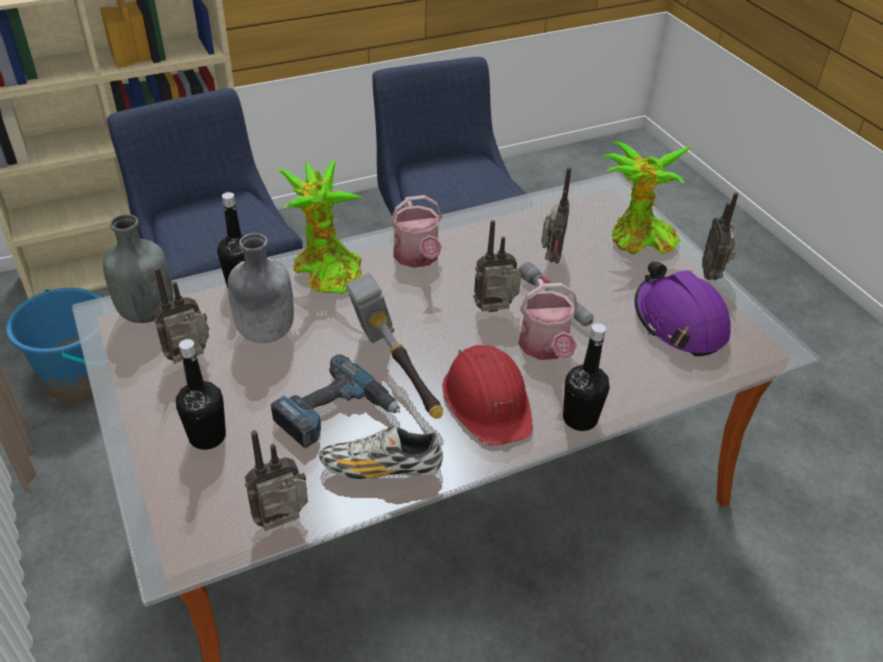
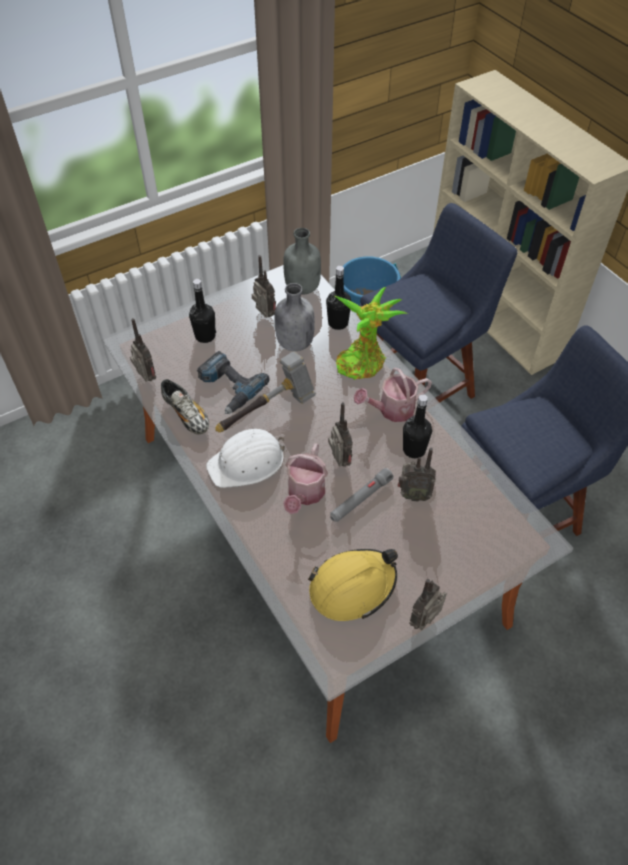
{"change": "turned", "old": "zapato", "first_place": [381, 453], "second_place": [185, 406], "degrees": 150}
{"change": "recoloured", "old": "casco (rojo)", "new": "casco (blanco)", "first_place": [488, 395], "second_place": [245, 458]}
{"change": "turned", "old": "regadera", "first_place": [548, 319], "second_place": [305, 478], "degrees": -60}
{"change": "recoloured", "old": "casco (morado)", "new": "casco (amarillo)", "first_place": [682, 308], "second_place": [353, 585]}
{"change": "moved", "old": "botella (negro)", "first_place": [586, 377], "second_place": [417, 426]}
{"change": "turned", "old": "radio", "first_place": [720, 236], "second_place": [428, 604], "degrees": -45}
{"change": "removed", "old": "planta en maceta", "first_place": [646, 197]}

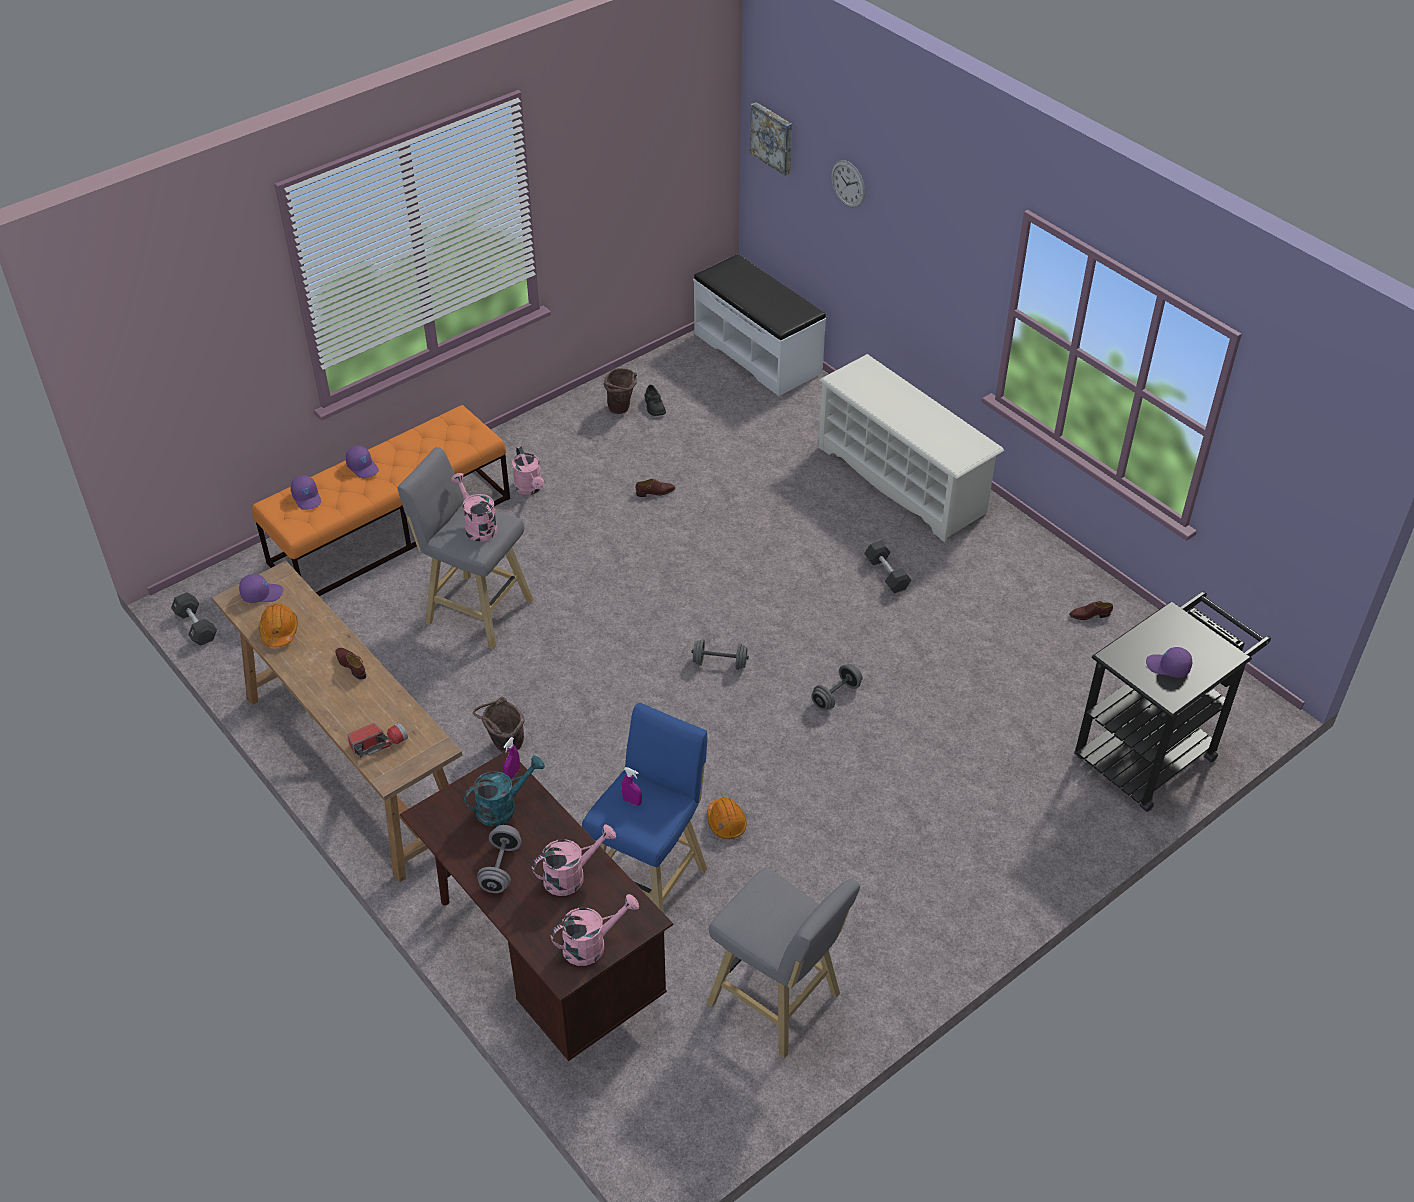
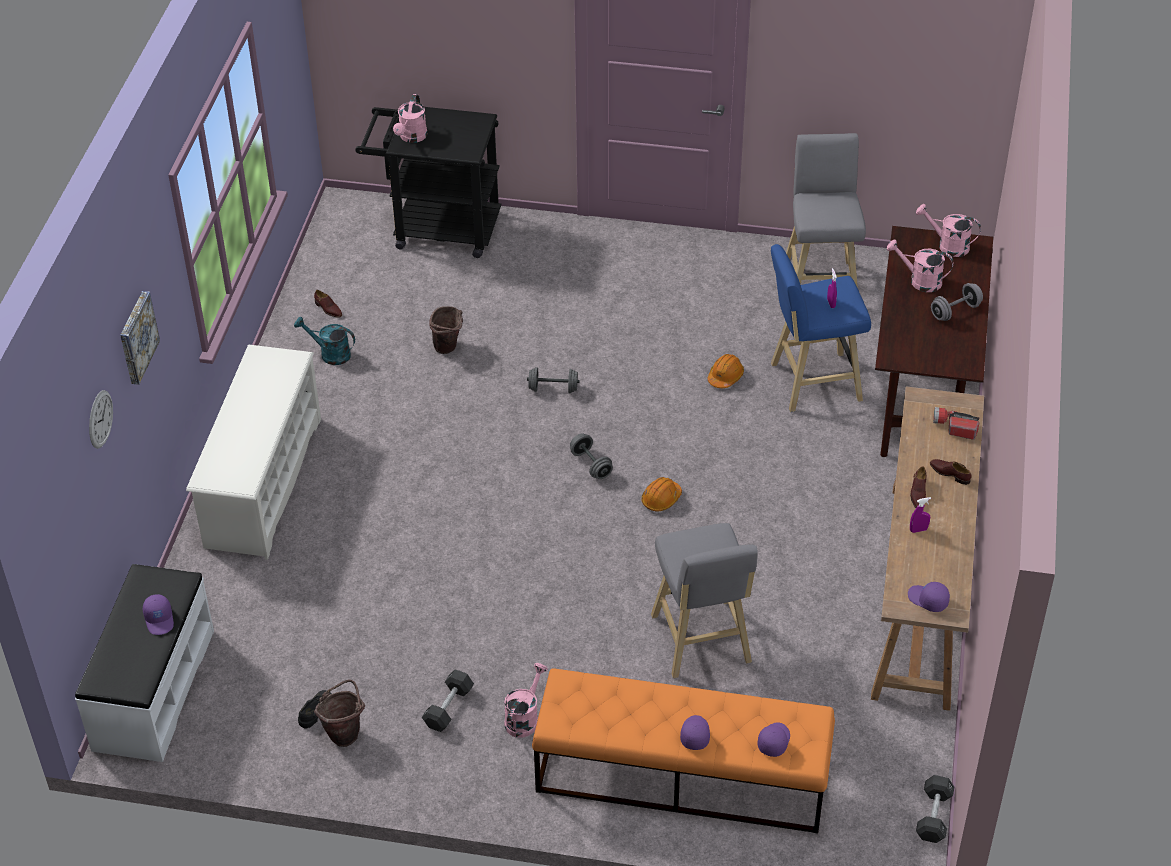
{"change": "moved", "old": "cuadro", "first_place": [771, 139], "second_place": [140, 338]}
{"change": "moved", "old": "gorra (morado)", "first_place": [1169, 662], "second_place": [158, 614]}
{"change": "moved", "old": "regadera (turquesa)", "first_place": [504, 790], "second_place": [324, 341]}
{"change": "moved", "old": "regadera (rosa)", "first_place": [474, 507], "second_place": [410, 118]}
{"change": "moved", "old": "mancuerna (negro)", "first_place": [888, 566], "second_place": [448, 700]}
{"change": "moved", "old": "cubo (marrón)", "first_place": [498, 725], "second_place": [446, 330]}
{"change": "moved", "old": "casco (naranja)", "first_place": [278, 625], "second_place": [662, 494]}
{"change": "moved", "old": "pulverizador (morado)", "first_place": [512, 758], "second_place": [920, 515]}
{"change": "moved", "old": "zapato (marrón)", "first_place": [655, 488], "second_place": [950, 472]}

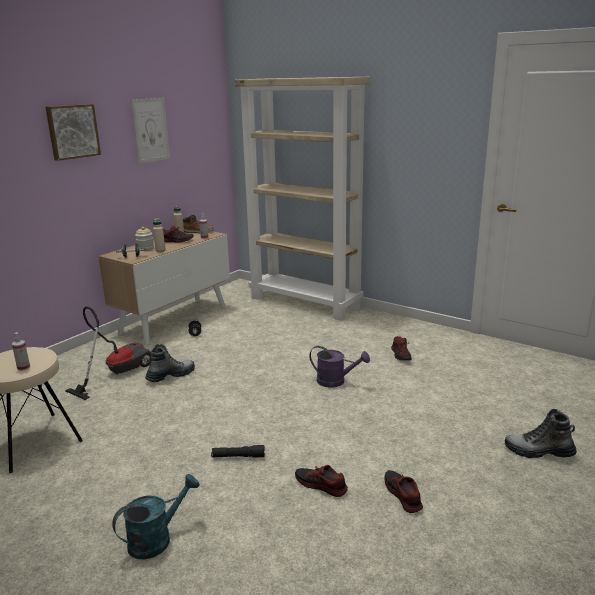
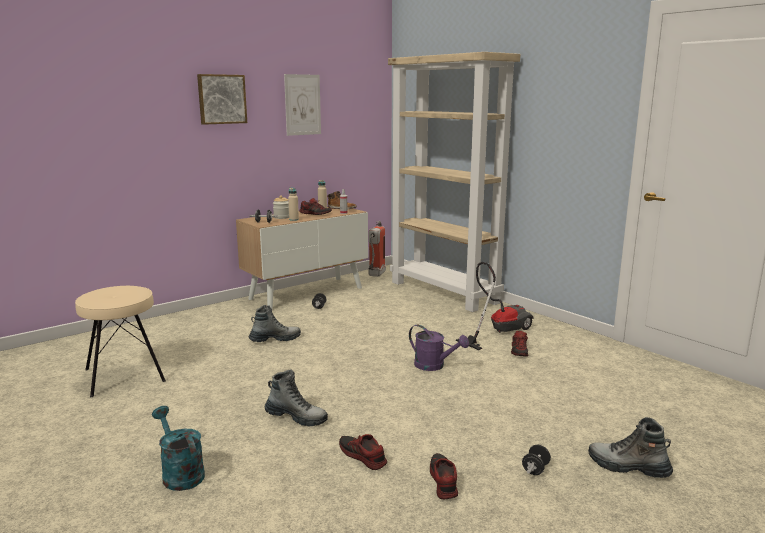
{"change": "turned", "old": "regadera (turquesa)", "first_place": [156, 516], "second_place": [178, 448], "degrees": -105}
{"change": "replaced", "old": "linterna (negro)", "new": "bota", "first_place": [238, 451], "second_place": [296, 398]}
{"change": "added", "new": "extintor", "second_place": [377, 249]}
{"change": "moved", "old": "aspiradora", "first_place": [108, 353], "second_place": [494, 306]}
{"change": "added", "new": "mancuerna (negro)", "second_place": [536, 460]}
{"change": "removed", "old": "pulverizador", "first_place": [21, 351]}

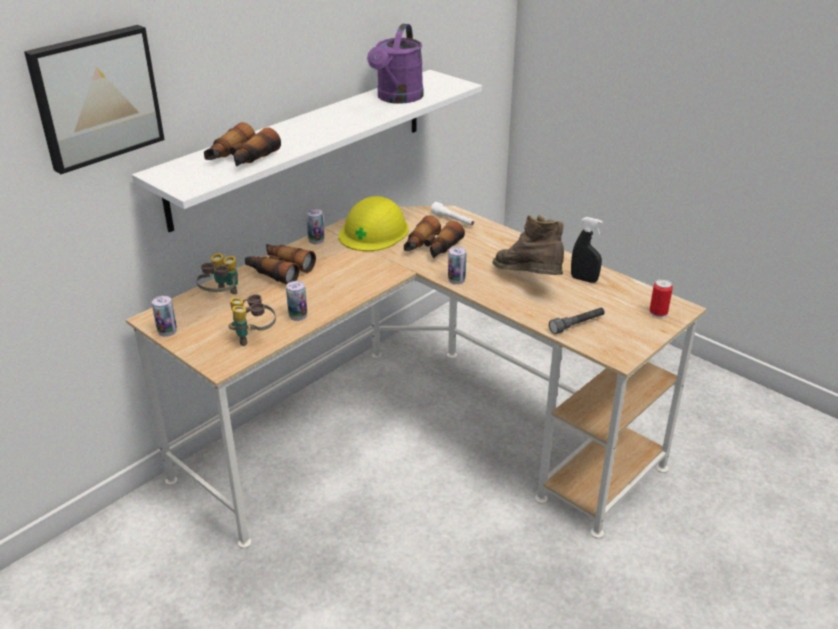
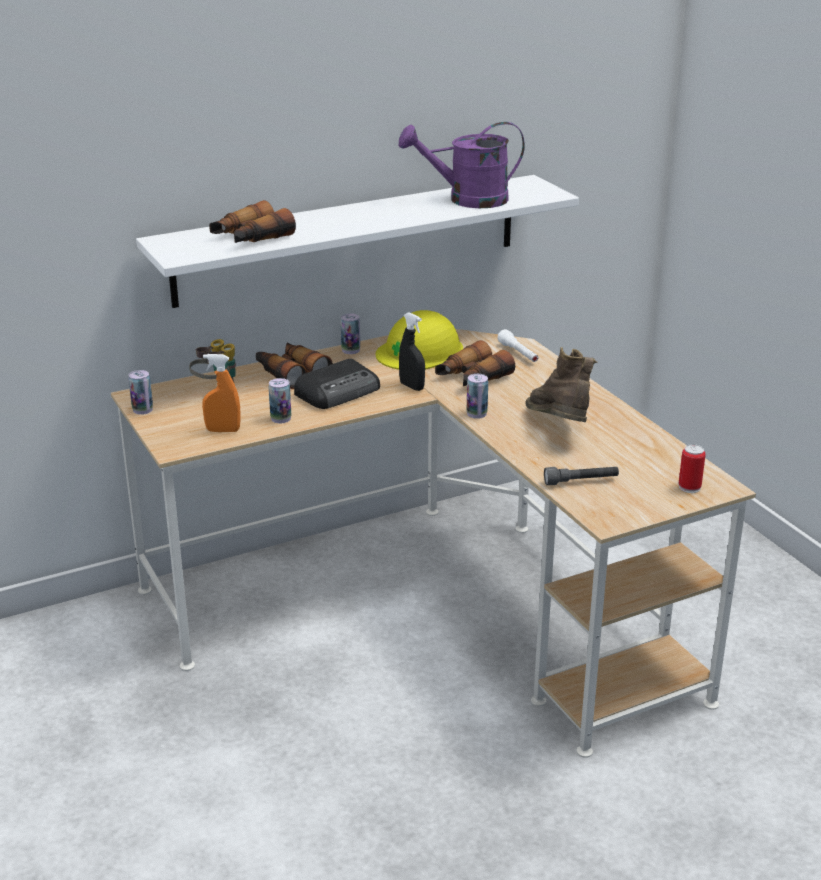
{"change": "replaced", "old": "prismáticos", "new": "pulverizador (naranja)", "first_place": [252, 320], "second_place": [221, 393]}
{"change": "added", "new": "radio", "second_place": [337, 384]}
{"change": "turned", "old": "regadera (morado)", "first_place": [395, 64], "second_place": [462, 165], "degrees": 45}
{"change": "moved", "old": "pulverizador (negro)", "first_place": [587, 250], "second_place": [412, 351]}
{"change": "removed", "old": "cuadro", "first_place": [94, 99]}

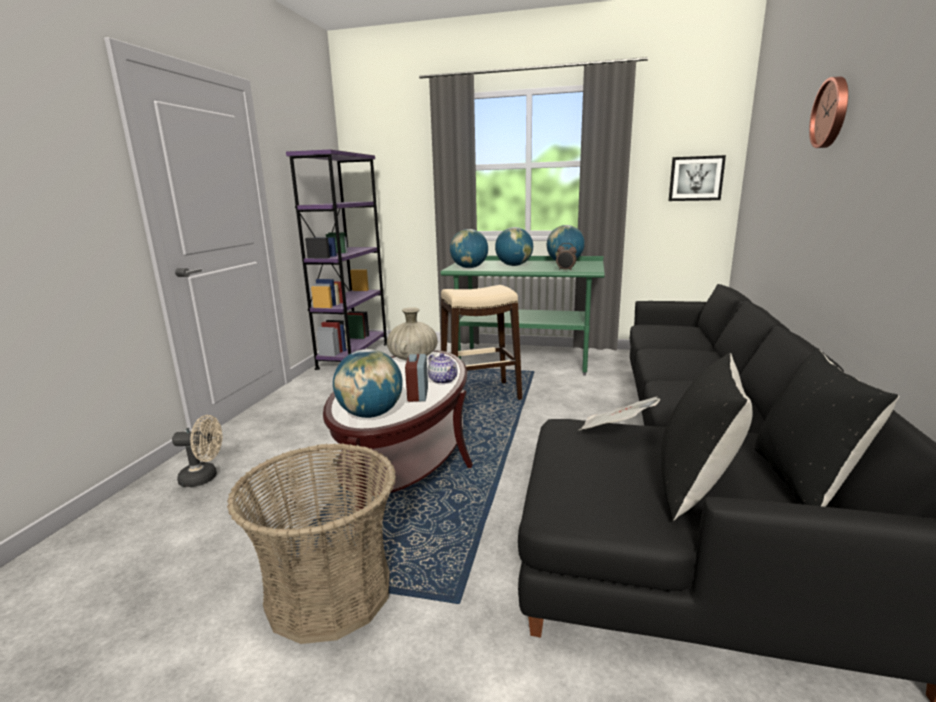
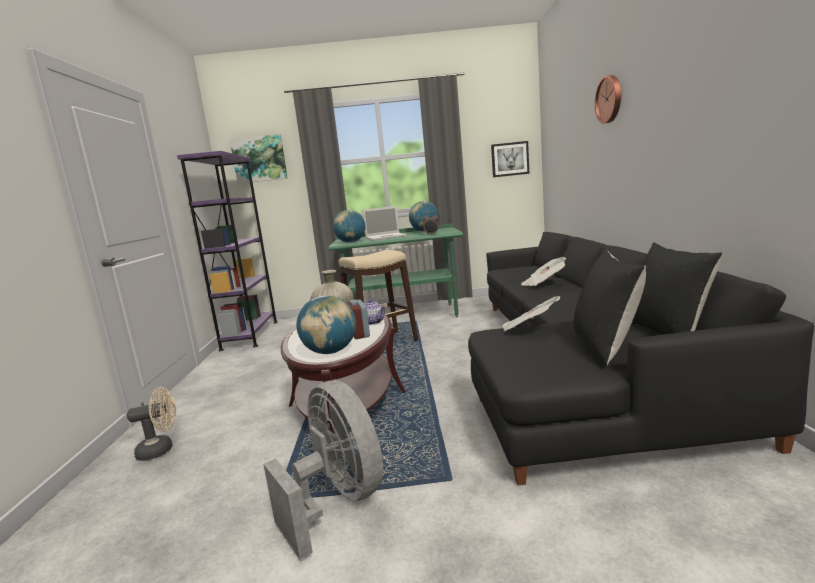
{"change": "added", "new": "cuadro", "second_place": [259, 159]}
{"change": "replaced", "old": "cesta", "new": "ventilador (gris)", "first_place": [311, 543], "second_place": [323, 470]}
{"change": "replaced", "old": "globo terráqueo", "new": "portátil", "first_place": [514, 246], "second_place": [384, 223]}
{"change": "added", "new": "periódico", "second_place": [543, 271]}

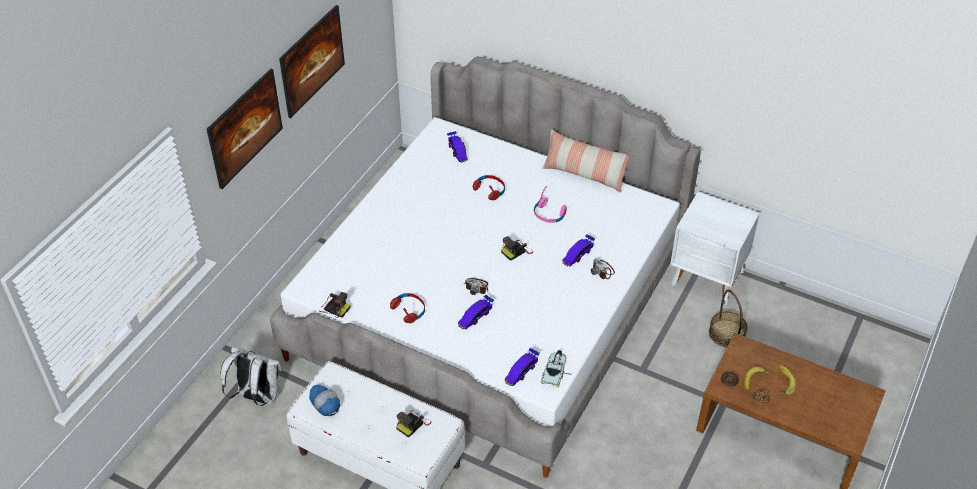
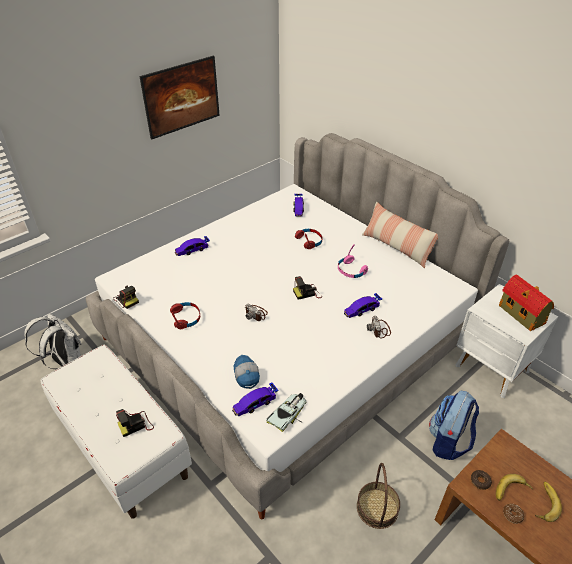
{"change": "moved", "old": "coche de juguete", "first_place": [476, 312], "second_place": [192, 246]}
{"change": "moved", "old": "gorra", "first_place": [324, 400], "second_place": [246, 372]}
{"change": "moved", "old": "cesta", "first_place": [728, 318], "second_place": [378, 496]}
{"change": "added", "new": "mochila", "second_place": [454, 425]}
{"change": "added", "new": "casita", "second_place": [526, 302]}
{"change": "removed", "old": "cuadro", "first_place": [245, 129]}

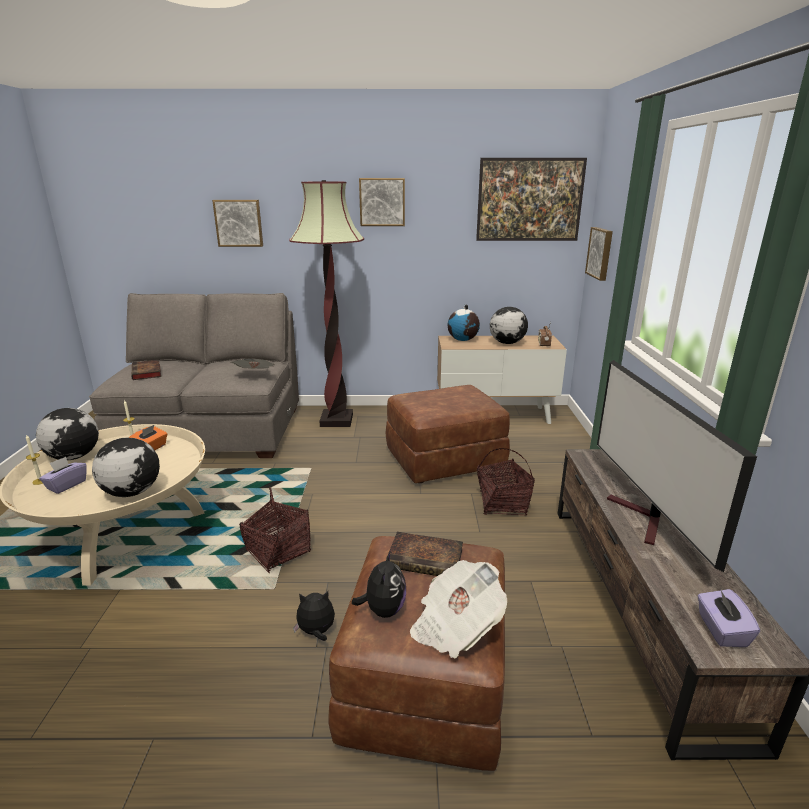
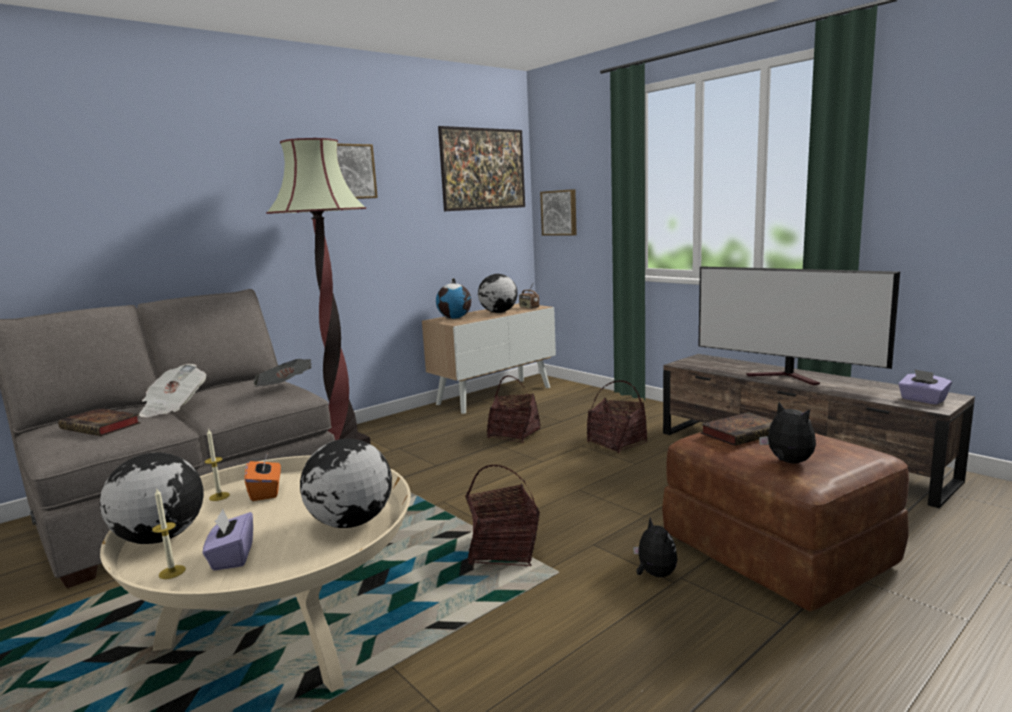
{"change": "moved", "old": "periódico", "first_place": [458, 609], "second_place": [172, 390]}
{"change": "replaced", "old": "puf (marrón)", "new": "cesta", "first_place": [447, 434], "second_place": [514, 409]}
{"change": "turned", "old": "peluche", "first_place": [314, 616], "second_place": [655, 547], "degrees": 120}
{"change": "removed", "old": "cuadro", "first_place": [237, 223]}

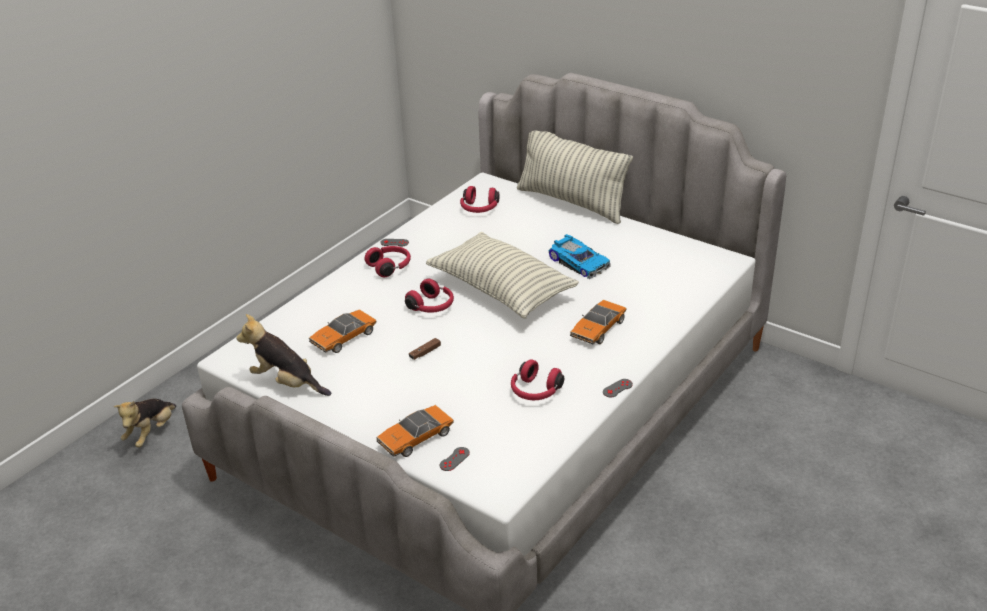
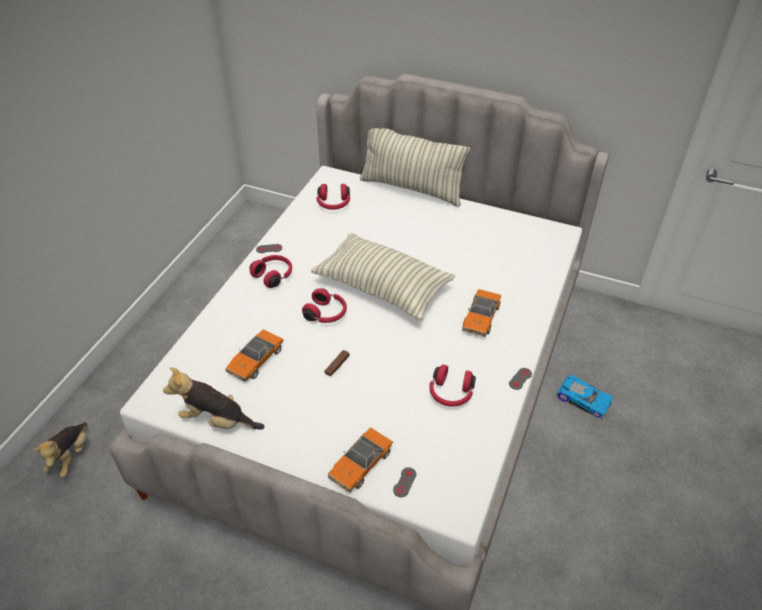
{"change": "moved", "old": "coche de juguete", "first_place": [580, 256], "second_place": [585, 397]}

